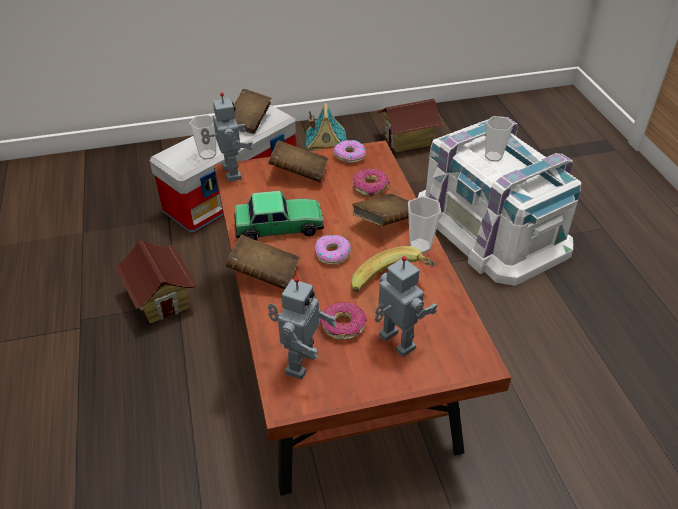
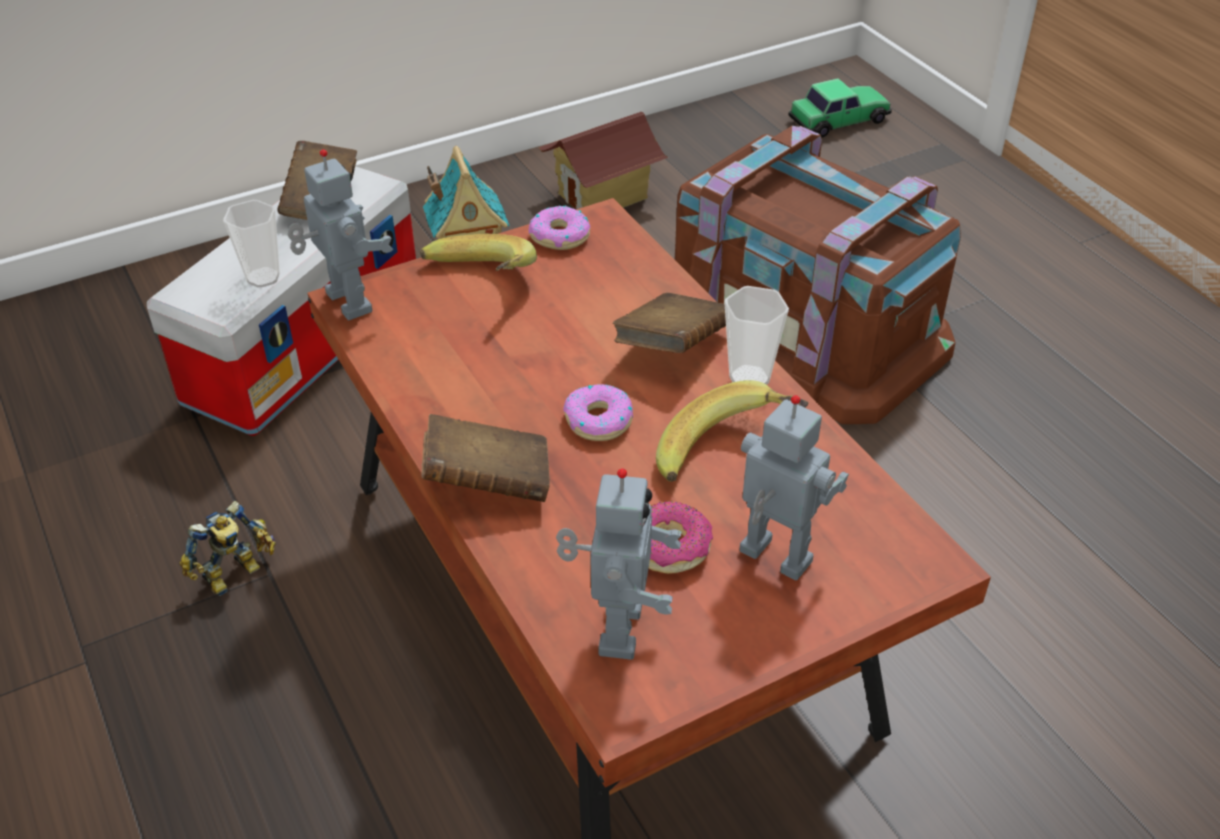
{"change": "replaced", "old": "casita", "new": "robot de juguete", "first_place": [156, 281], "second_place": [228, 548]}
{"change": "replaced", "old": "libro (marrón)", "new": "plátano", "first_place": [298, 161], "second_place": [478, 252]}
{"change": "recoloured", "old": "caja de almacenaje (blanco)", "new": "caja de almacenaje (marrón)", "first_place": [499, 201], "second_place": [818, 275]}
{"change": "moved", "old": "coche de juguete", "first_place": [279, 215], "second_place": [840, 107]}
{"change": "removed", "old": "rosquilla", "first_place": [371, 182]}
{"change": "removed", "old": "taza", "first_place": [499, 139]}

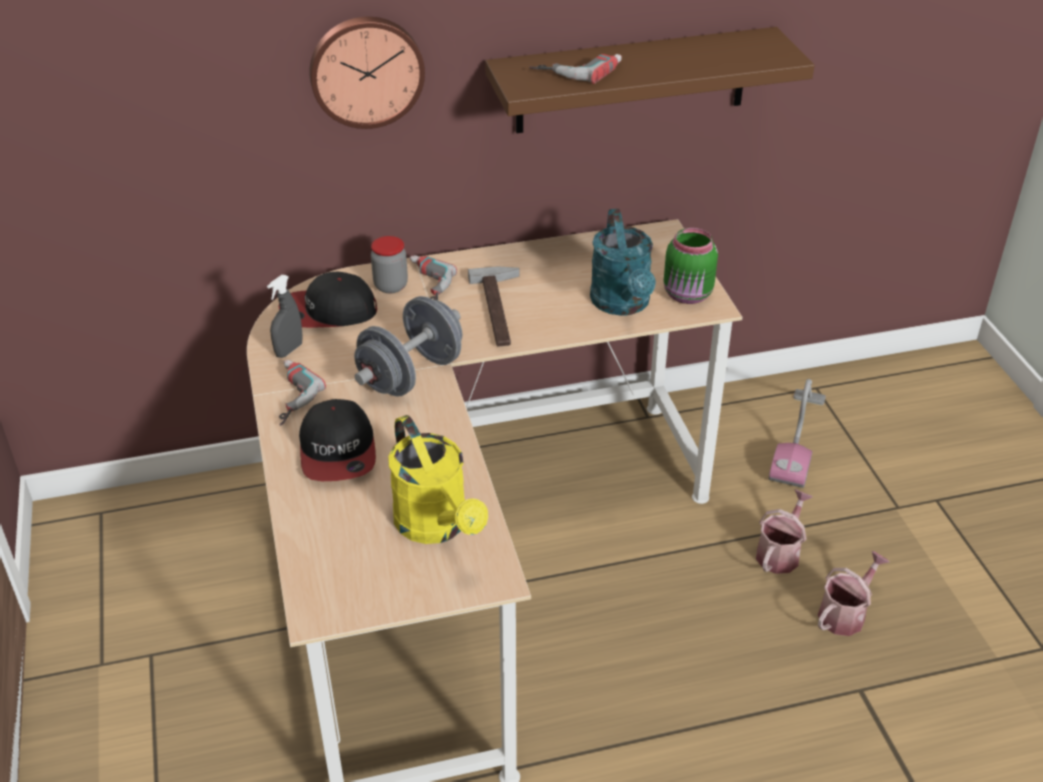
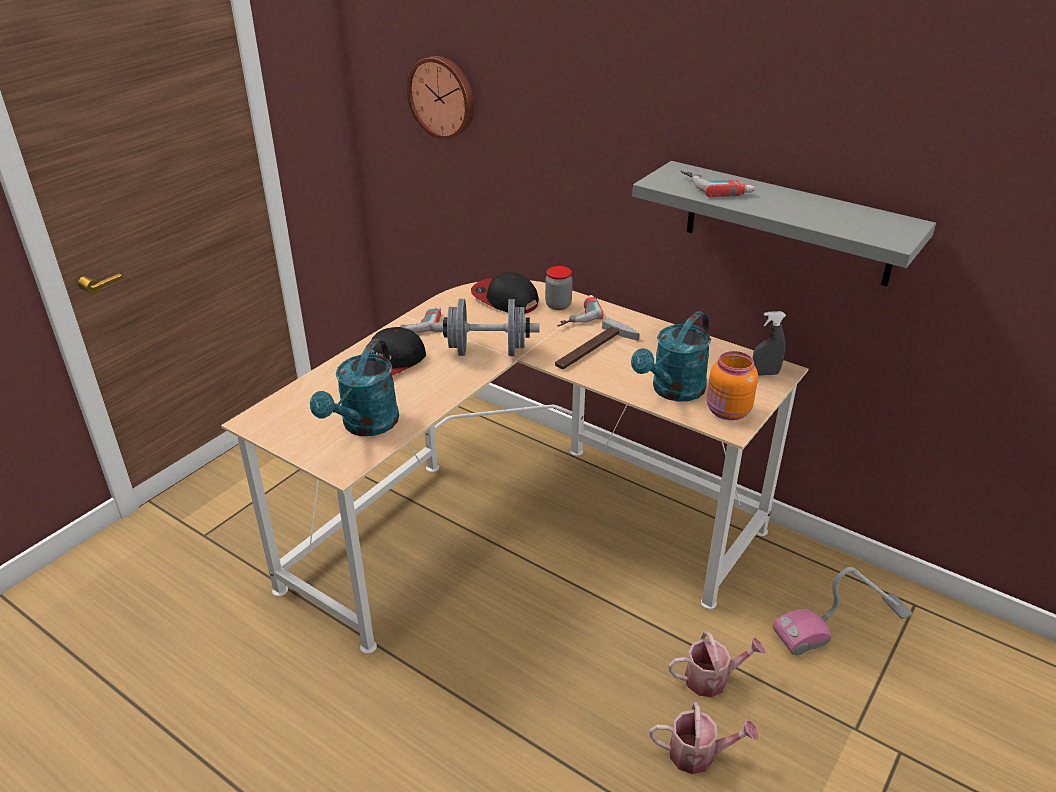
{"change": "recoloured", "old": "regadera (amarillo)", "new": "regadera (turquesa)", "first_place": [438, 479], "second_place": [354, 387]}
{"change": "moved", "old": "reloj de pared", "first_place": [367, 72], "second_place": [440, 98]}
{"change": "recoloured", "old": "estante (marrón)", "new": "estante (gris)", "first_place": [650, 80], "second_place": [784, 224]}
{"change": "recoloured", "old": "tarro (verde)", "new": "tarro (naranja)", "first_place": [691, 266], "second_place": [732, 385]}
{"change": "moved", "old": "pulverizador (gris)", "first_place": [285, 316], "second_place": [769, 343]}

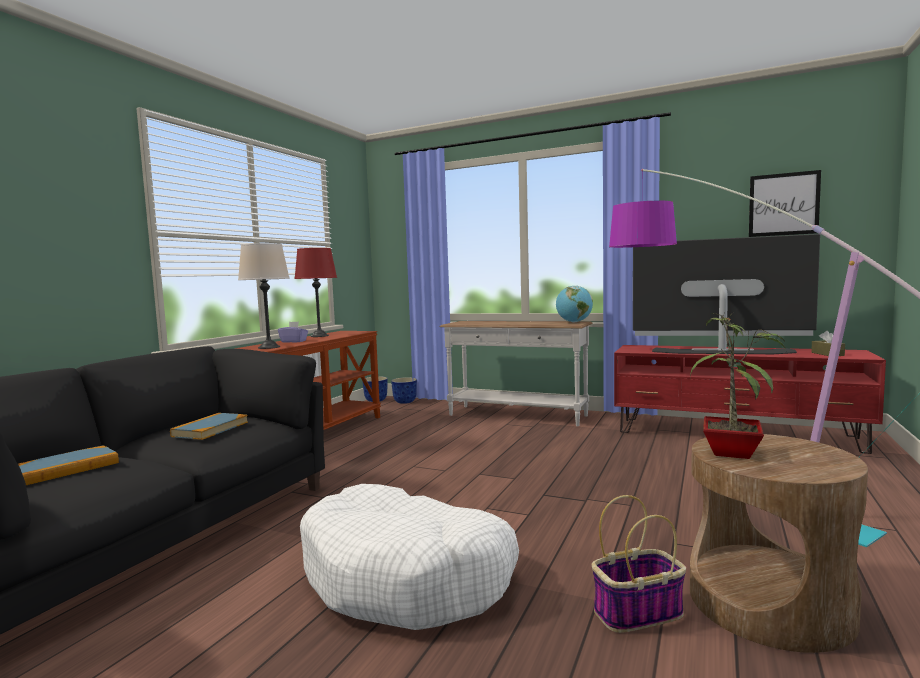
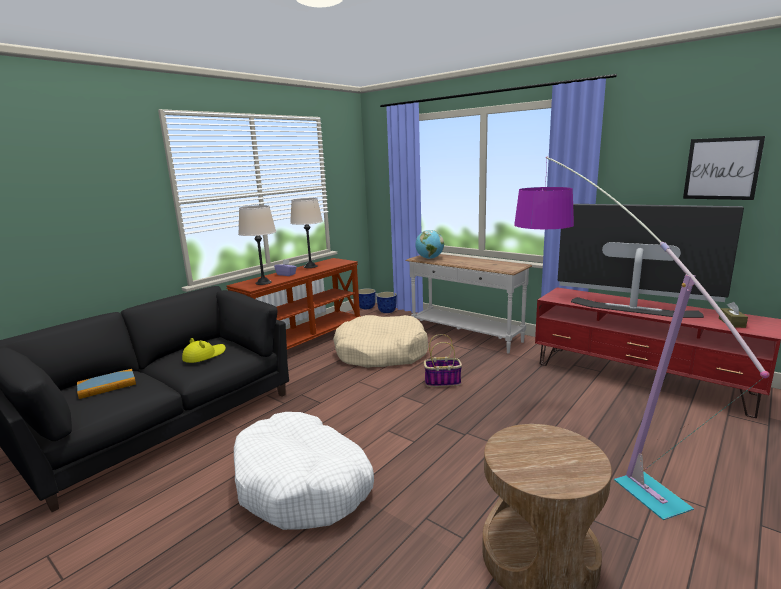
{"change": "replaced", "old": "libro", "new": "sombrero (amarillo)", "first_place": [209, 426], "second_place": [204, 350]}
{"change": "recoloured", "old": "lámpara de mesa (rojo)", "new": "lámpara de mesa (beis)", "first_place": [315, 292], "second_place": [306, 233]}
{"change": "added", "new": "cama para perro (beis)", "second_place": [380, 341]}
{"change": "moved", "old": "globo terráqueo", "first_place": [574, 304], "second_place": [429, 244]}
{"change": "moved", "old": "cesta", "first_place": [639, 564], "second_place": [443, 360]}
{"change": "removed", "old": "planta en maceta", "first_place": [738, 385]}

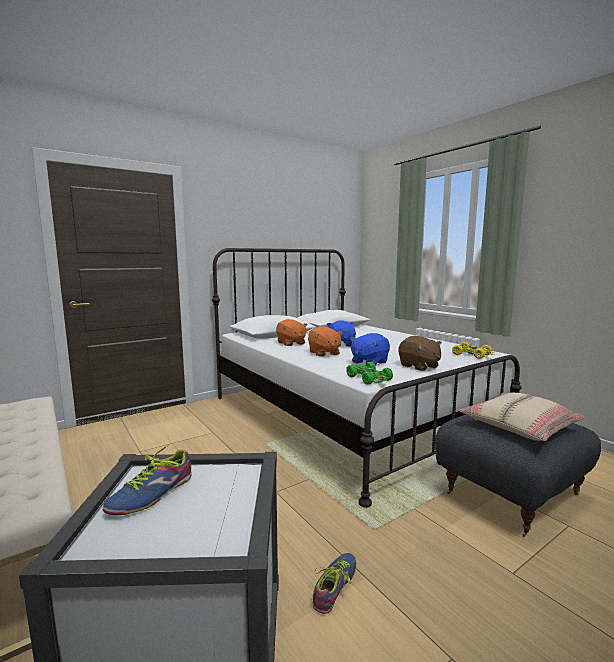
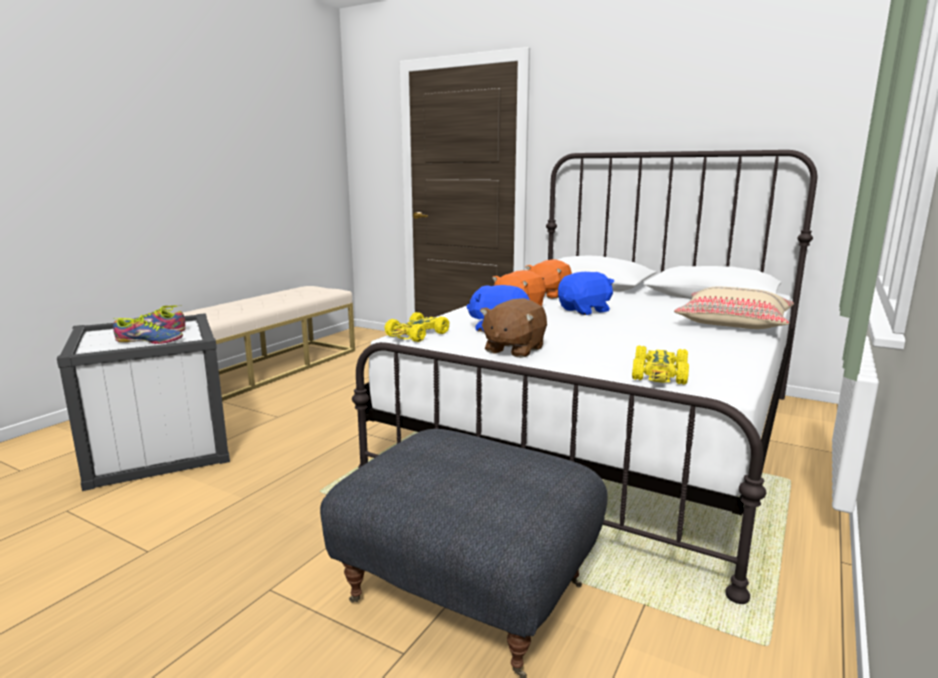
{"change": "moved", "old": "zapato", "first_place": [334, 583], "second_place": [148, 329]}
{"change": "recoloured", "old": "coche de juguete (verde)", "new": "coche de juguete (amarillo)", "first_place": [369, 373], "second_place": [416, 327]}
{"change": "moved", "old": "cojín (beis)", "first_place": [522, 417], "second_place": [734, 307]}

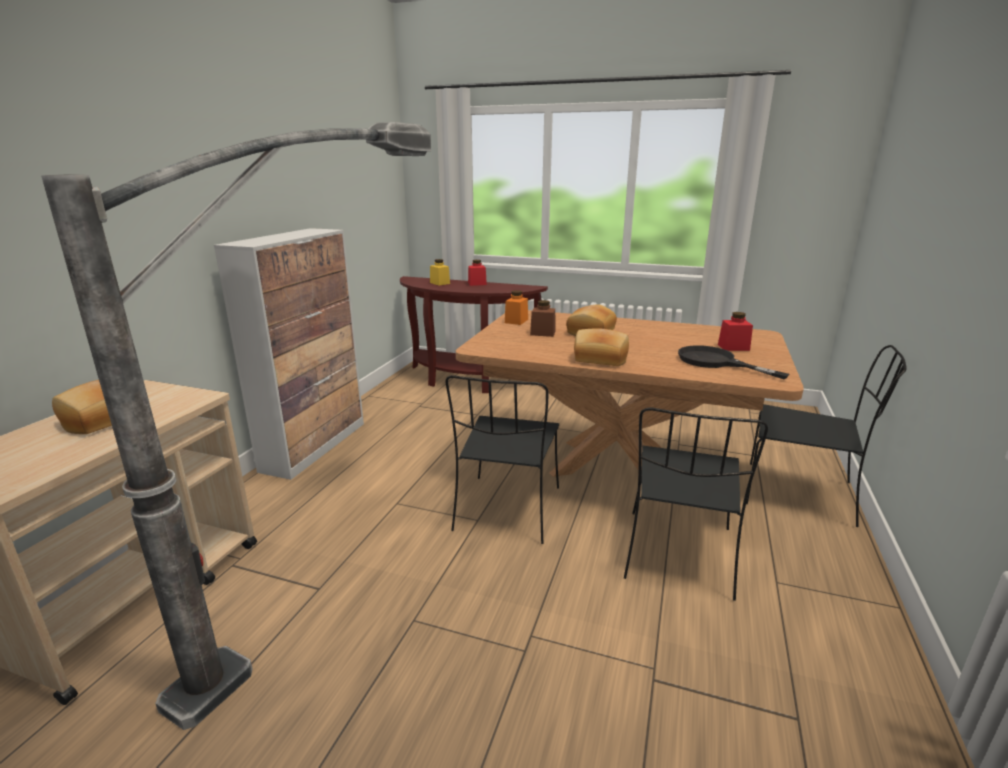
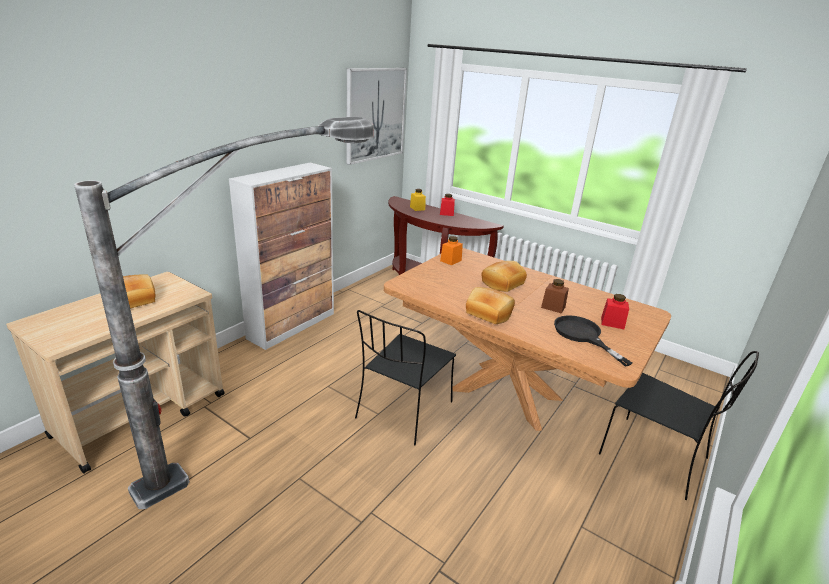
{"change": "added", "new": "cuadro", "second_place": [377, 116]}
{"change": "moved", "old": "tarro (marrón)", "first_place": [543, 318], "second_place": [555, 296]}
{"change": "removed", "old": "silla (negro)", "first_place": [696, 504]}

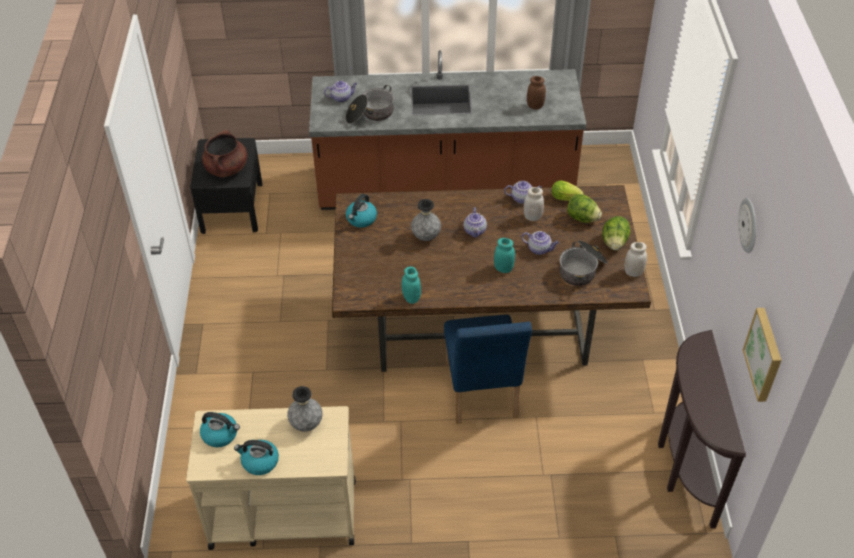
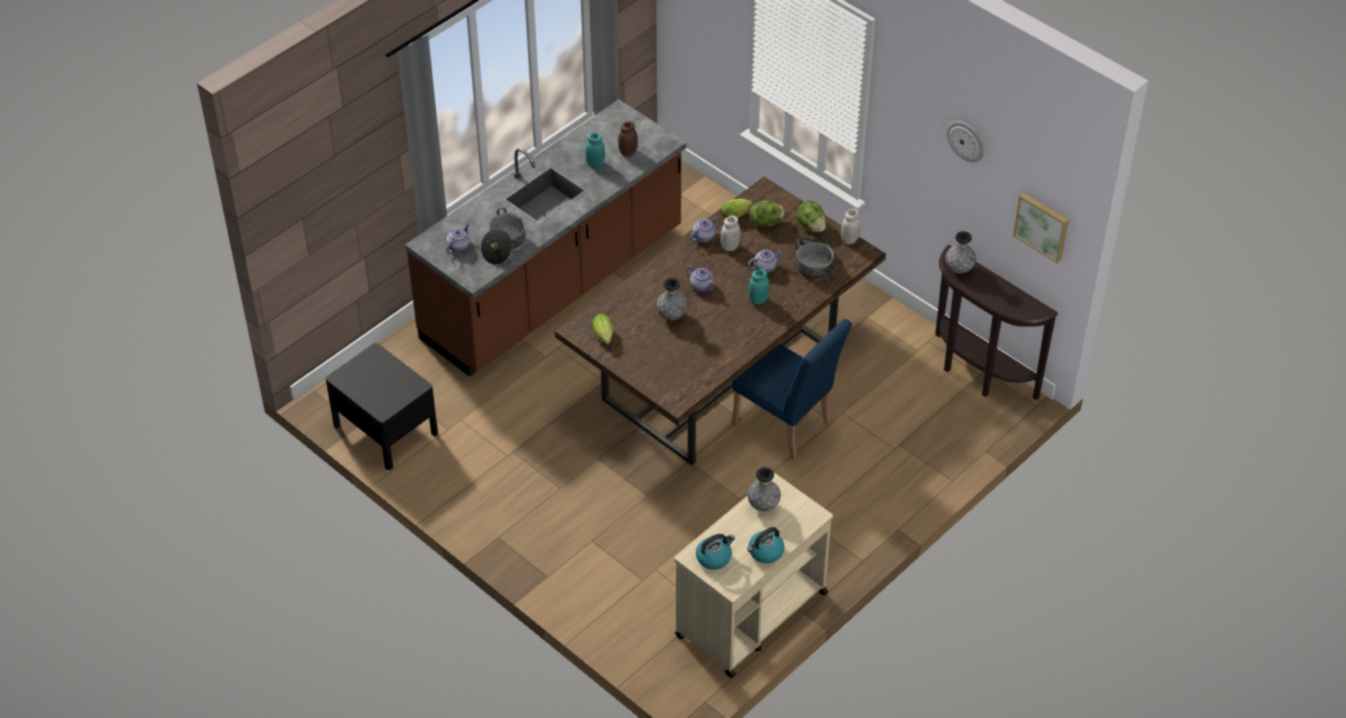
{"change": "moved", "old": "tarro (turquesa)", "first_place": [411, 285], "second_place": [595, 150]}
{"change": "replaced", "old": "hervidor", "new": "lechuga", "first_place": [361, 211], "second_place": [602, 329]}
{"change": "added", "new": "florero (gris)", "second_place": [960, 252]}
{"change": "removed", "old": "olla (marrón)", "first_place": [224, 154]}

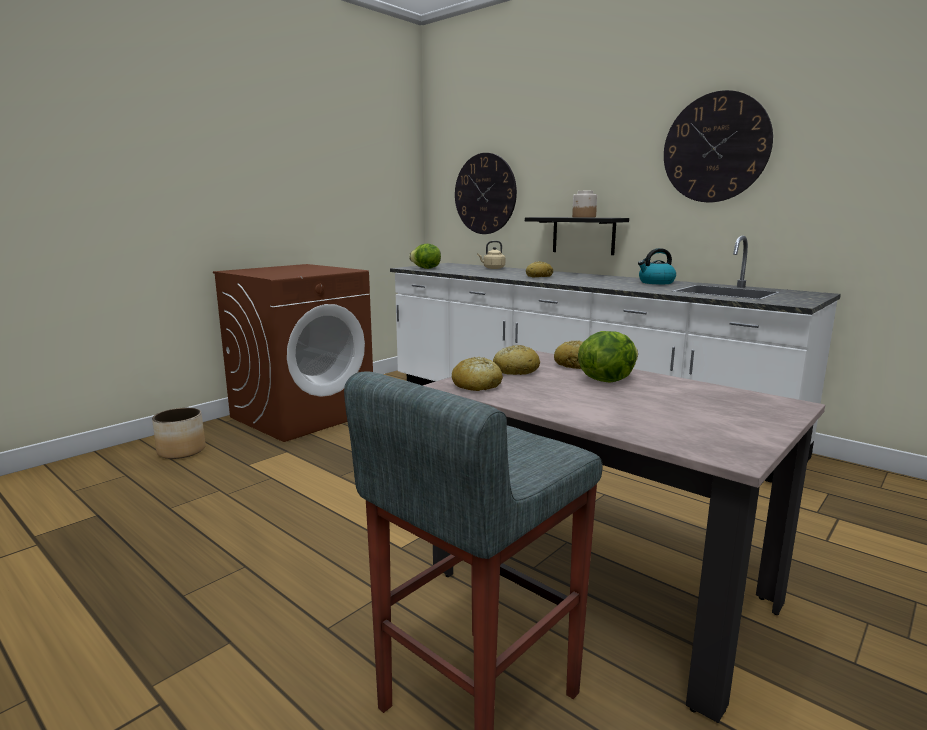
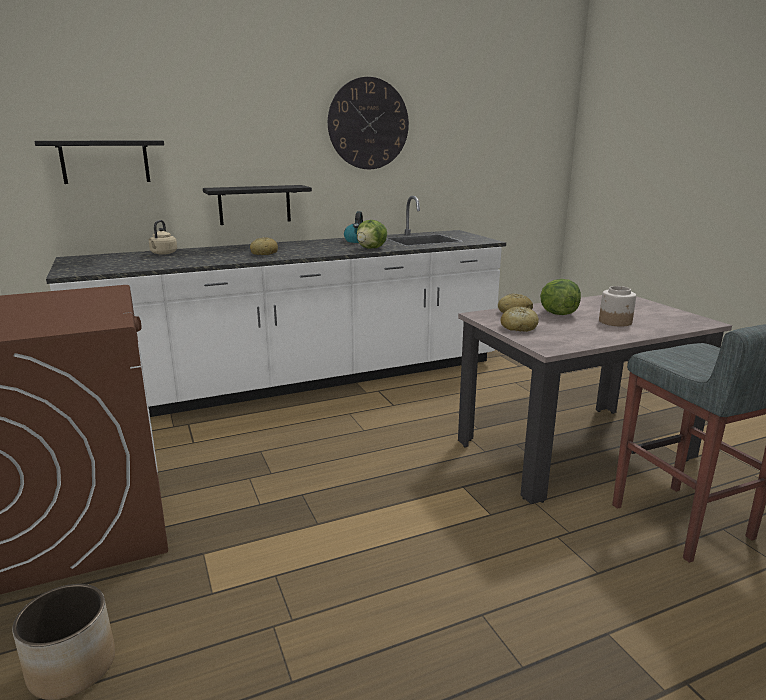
{"change": "replaced", "old": "reloj de pared", "new": "estante (negro)", "first_place": [486, 193], "second_place": [99, 162]}
{"change": "moved", "old": "lechuga", "first_place": [425, 256], "second_place": [372, 234]}
{"change": "moved", "old": "tarro", "first_place": [584, 204], "second_place": [617, 306]}
{"change": "removed", "old": "pan", "first_place": [477, 374]}

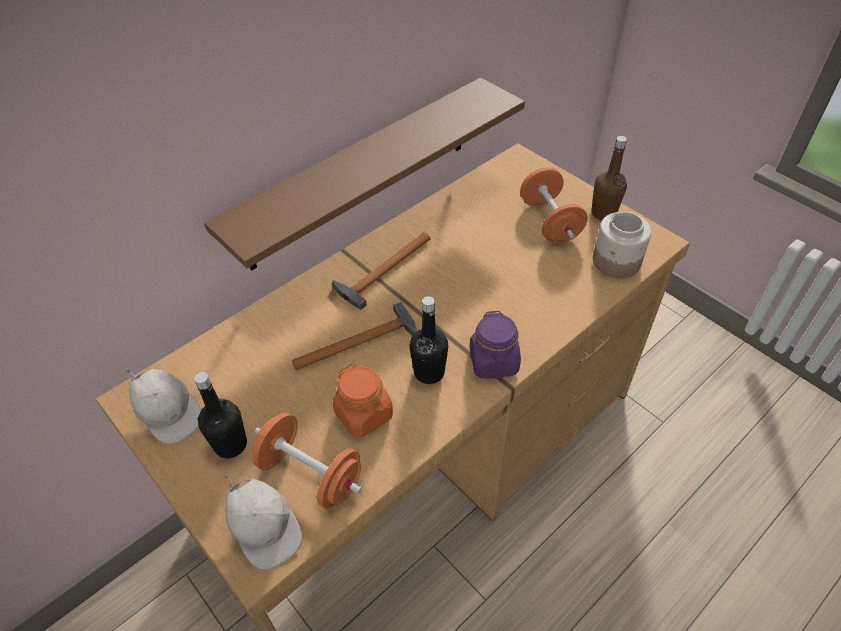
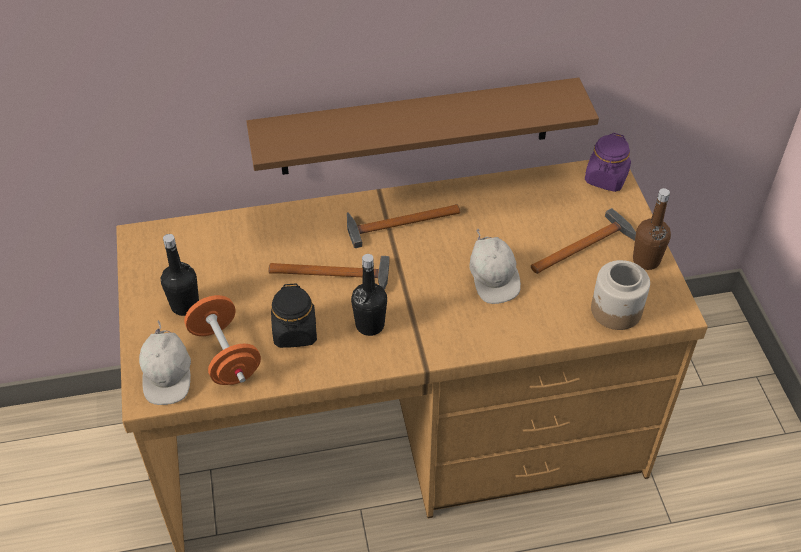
{"change": "recoloured", "old": "tarro (naranja)", "new": "tarro (negro)", "first_place": [363, 401], "second_place": [294, 315]}
{"change": "moved", "old": "gorra (blanco)", "first_place": [163, 406], "second_place": [495, 266]}
{"change": "replaced", "old": "mancuerna (naranja)", "new": "martillo", "first_place": [554, 205], "second_place": [583, 241]}
{"change": "moved", "old": "tarro (morado)", "first_place": [495, 345], "second_place": [608, 162]}

